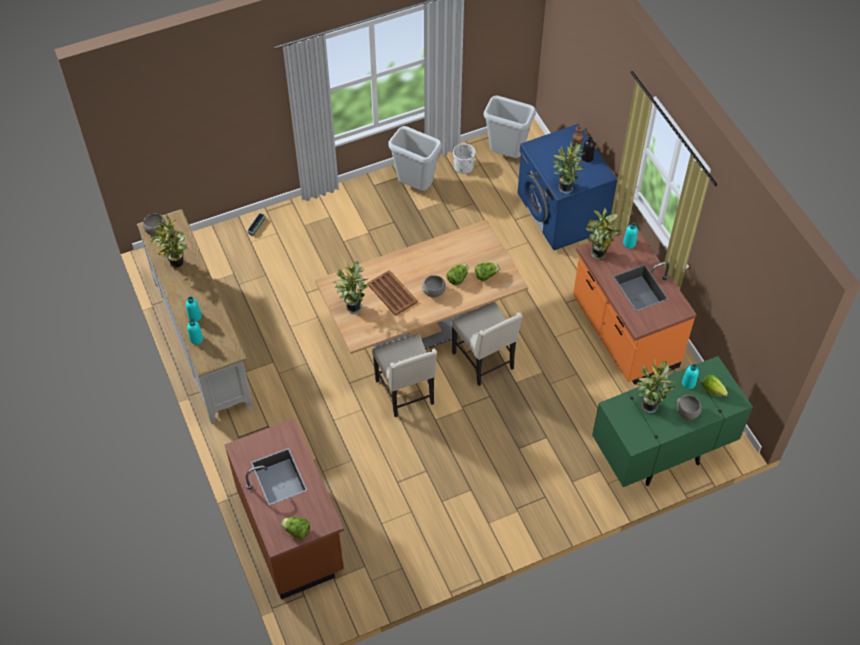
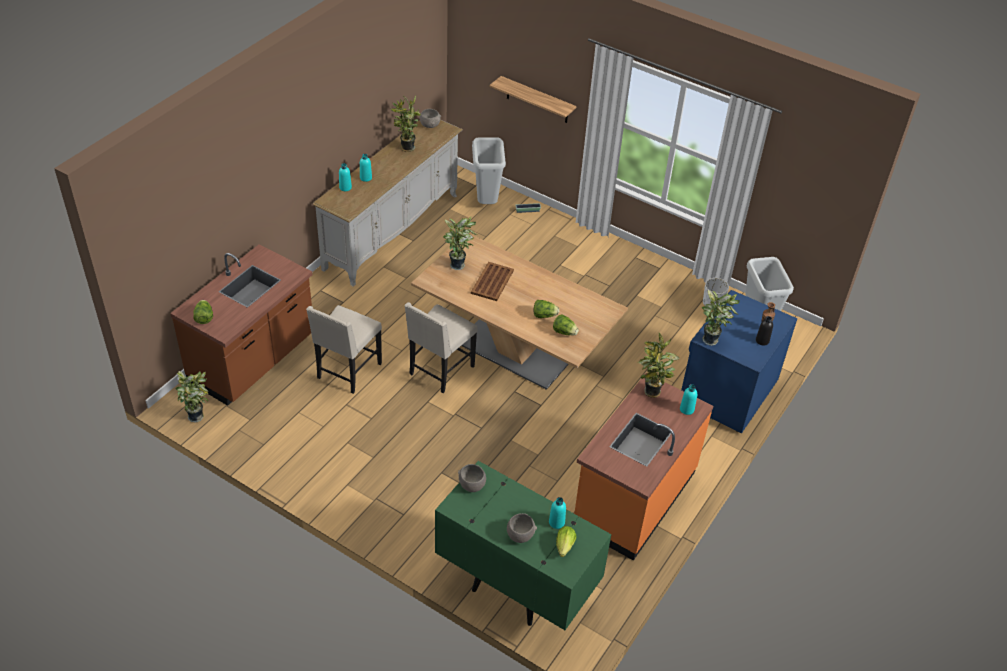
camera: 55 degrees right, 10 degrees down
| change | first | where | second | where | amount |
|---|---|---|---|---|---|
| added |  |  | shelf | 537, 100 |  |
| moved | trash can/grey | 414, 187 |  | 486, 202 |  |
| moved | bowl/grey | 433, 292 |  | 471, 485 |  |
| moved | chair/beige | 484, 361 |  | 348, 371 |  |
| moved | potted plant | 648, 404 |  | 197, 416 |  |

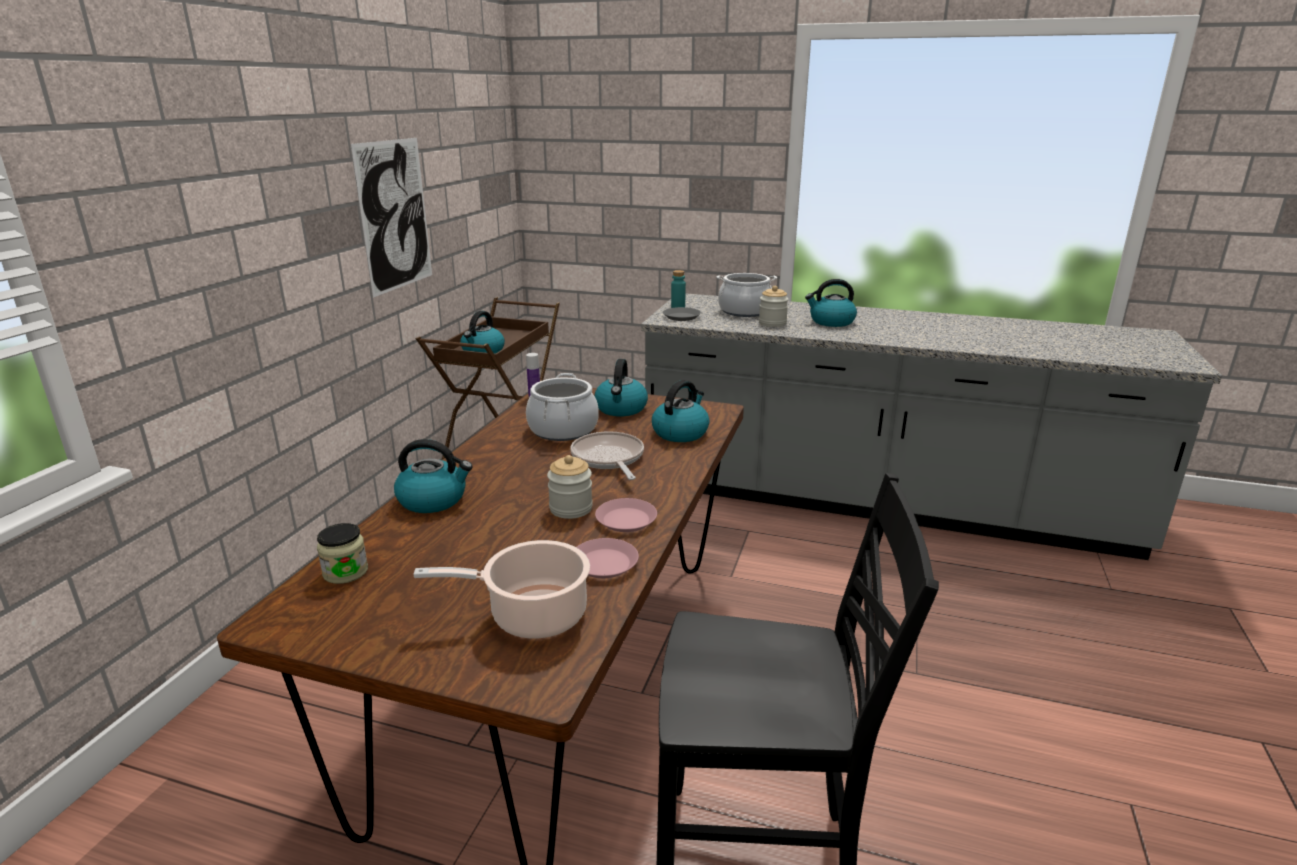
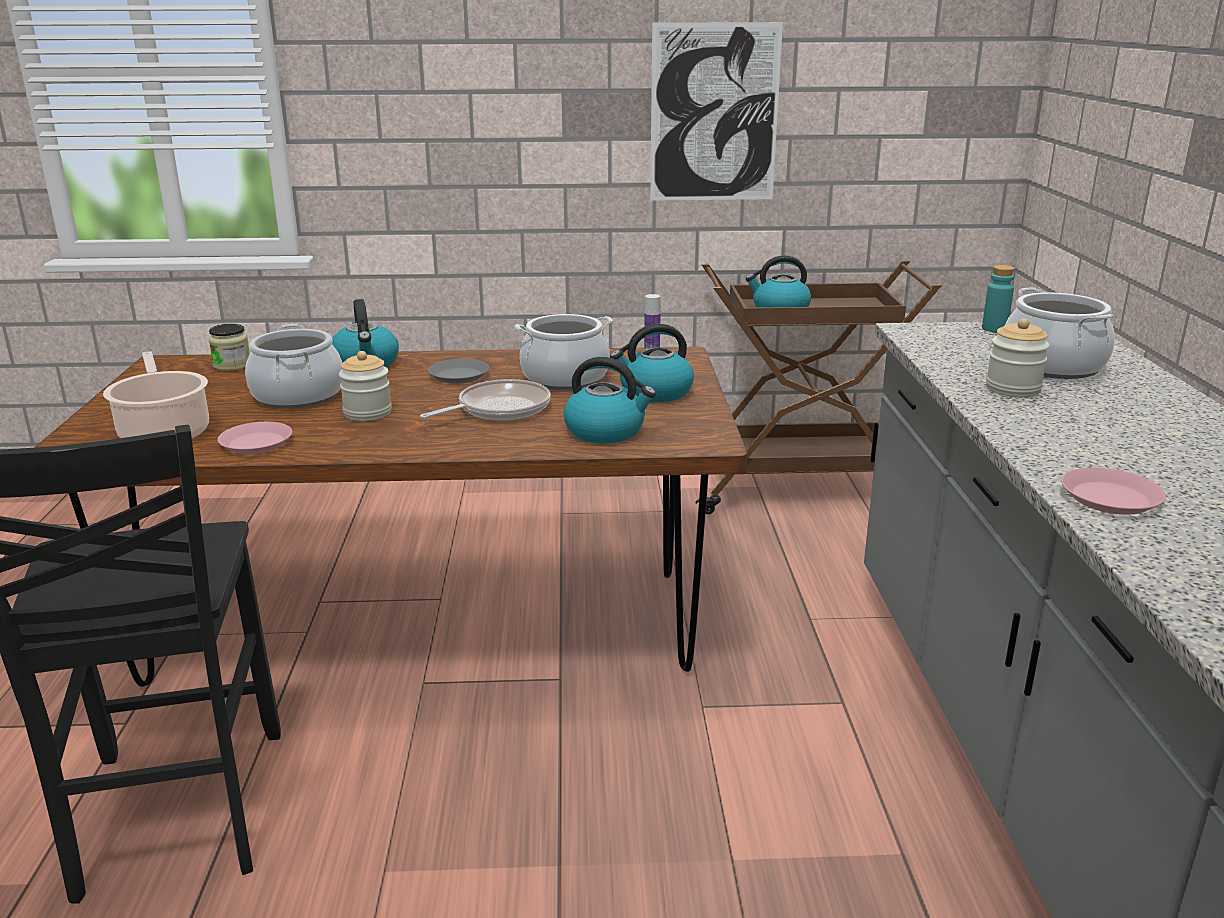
camera: 70 degrees right, 0 degrees up
| change | first | where | second | where | amount |
|---|---|---|---|---|---|
| removed | kettle | 831, 322 |  |  |  |
| added |  |  | cooking pot | 297, 396 |  |
| moved | plate/pink | 626, 520 |  | 1111, 498 |  |
| moved | plate/grey | 681, 317 |  | 459, 376 |  |

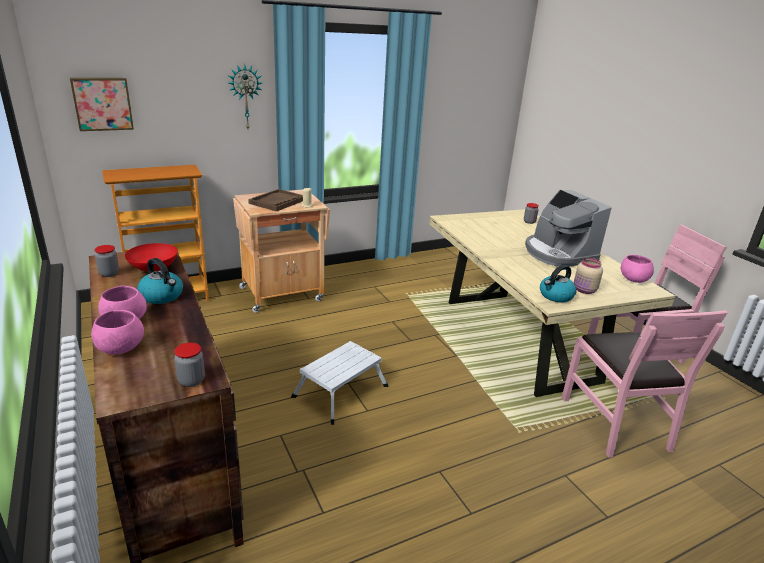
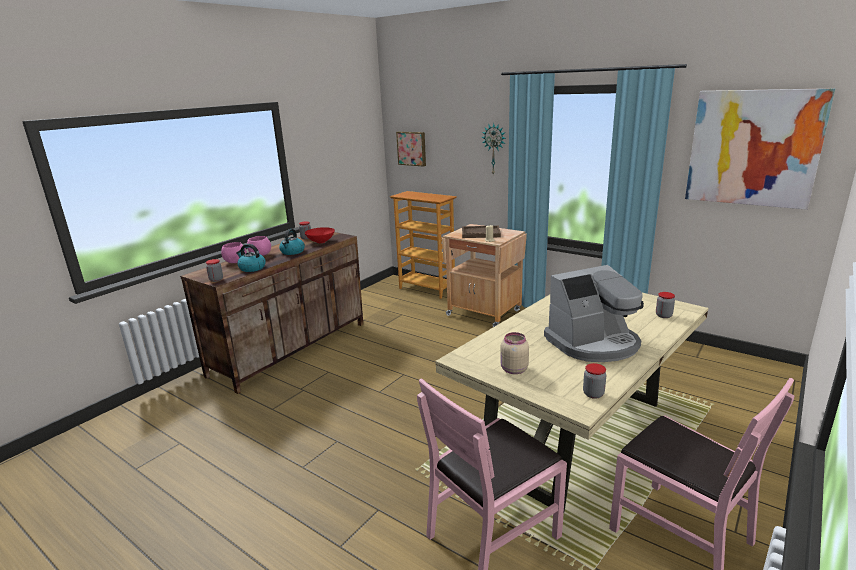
camera: 65 degrees right, 5 degrees down
| change | first | where | second | where | amount |
|---|---|---|---|---|---|
| removed | step ladder/white | 341, 391 |  |  |  |
| added |  |  | picture | 753, 148 |  |
| moved | kettle | 555, 296 |  | 252, 268 |  |
| replaced | bowl/pink | 633, 280 | jar | 593, 394 |  |
| turned | coffee machine | 558, 253 |  | 593, 343 | 150 degrees counterclockwise |

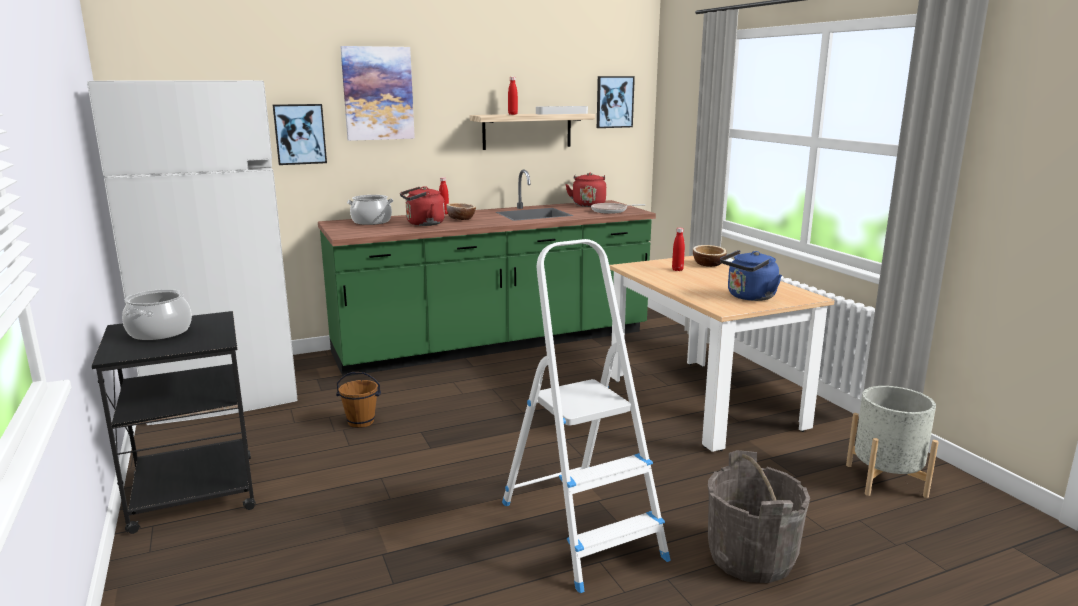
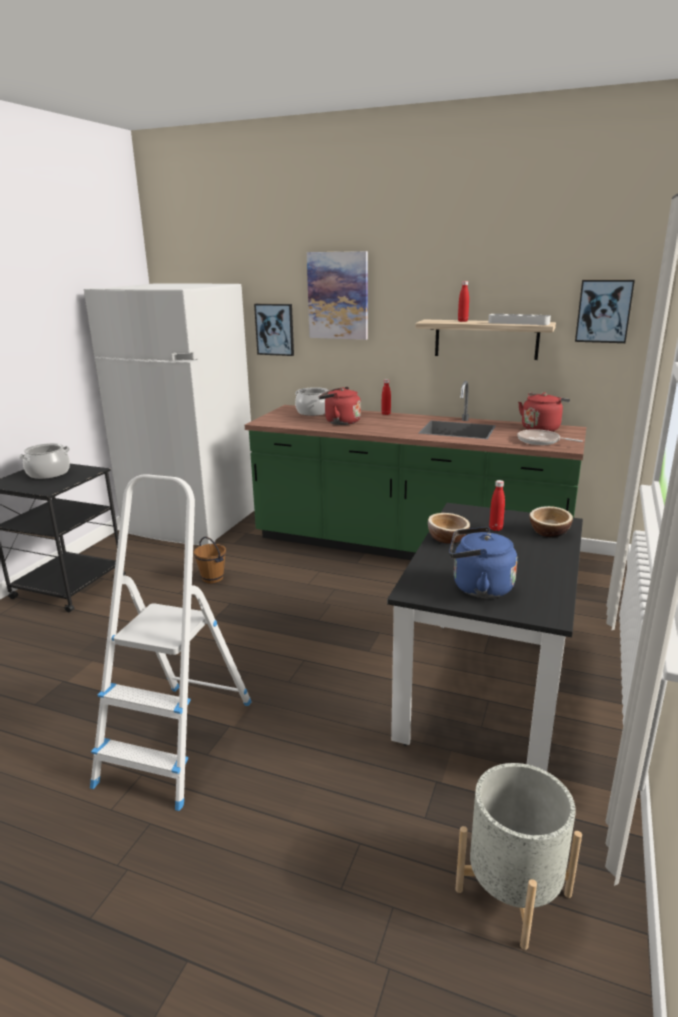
camera: 45 degrees right, 5 degrees up
| change | first | where | second | where | amount |
|---|---|---|---|---|---|
| removed | bucket/grey | 751, 557 |  |  |  |
| moved | bowl | 461, 218 |  | 447, 538 |  |
| recoloured | dining table/beige | 703, 401 | dining table/black | 485, 687 |  |

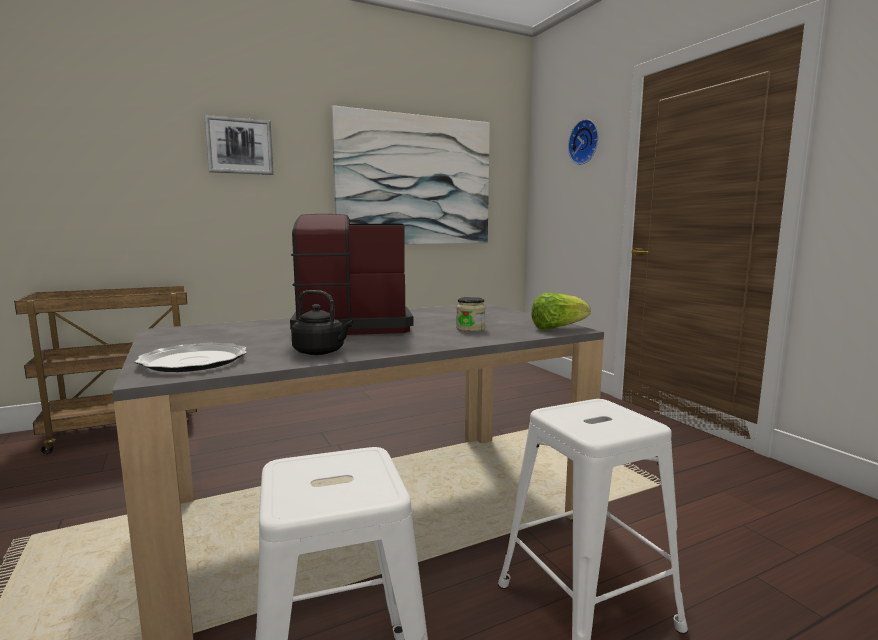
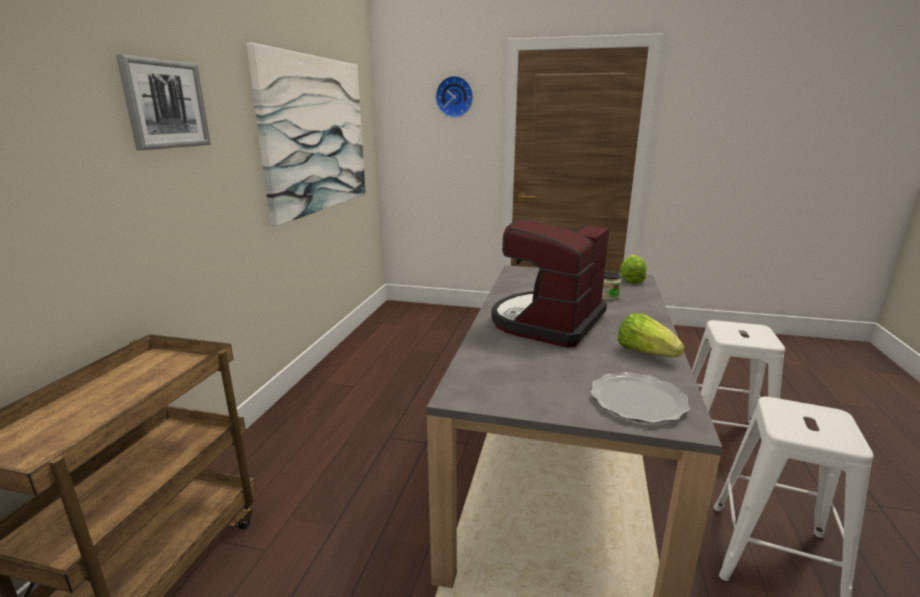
camera: 50 degrees left, 10 degrees up
| change | first | where | second | where | amount |
|---|---|---|---|---|---|
| replaced | kettle/black | 321, 352 | lettuce | 645, 353 |  |

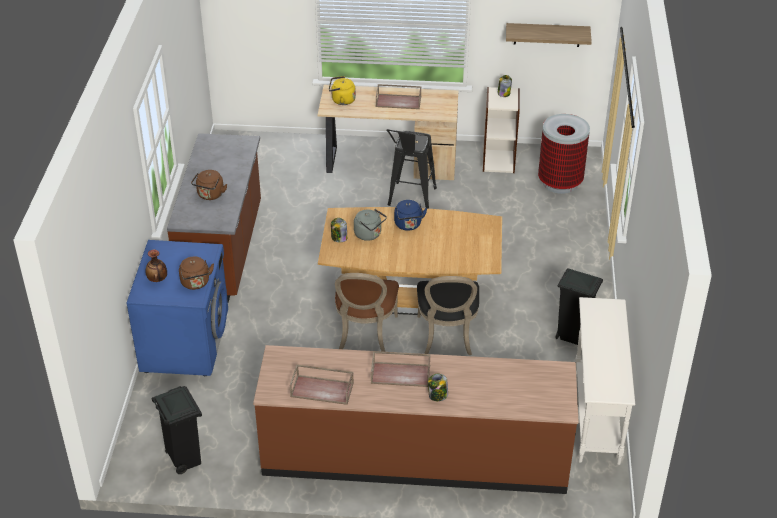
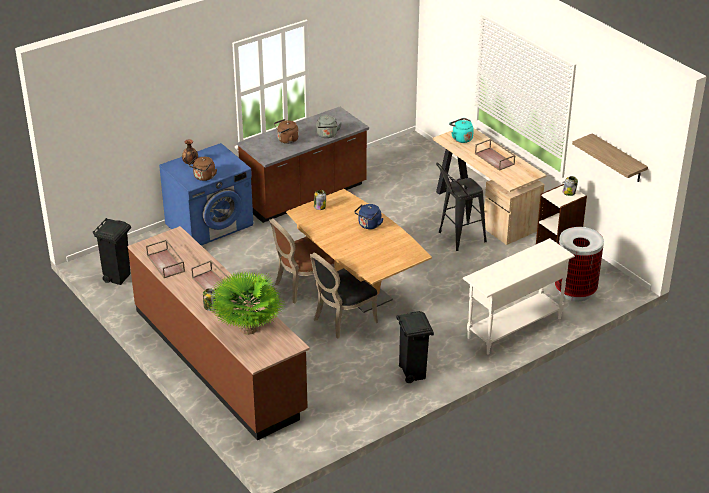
camera: 50 degrees right, 5 degrees down
| change | first | where | second | where | amount |
|---|---|---|---|---|---|
| added |  |  | potted plant | 248, 328 |  |
| moved | kettle/grey | 369, 234 |  | 327, 135 |  |
| moved | console table/white | 596, 417 |  | 514, 328 |  |
| recoloured | kettle/yellow | 341, 100 | kettle/turquoise | 461, 138 |  |

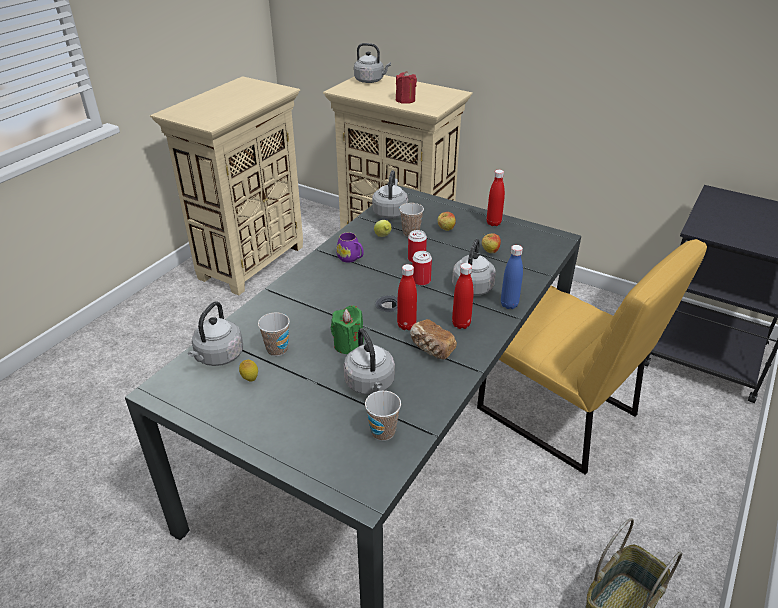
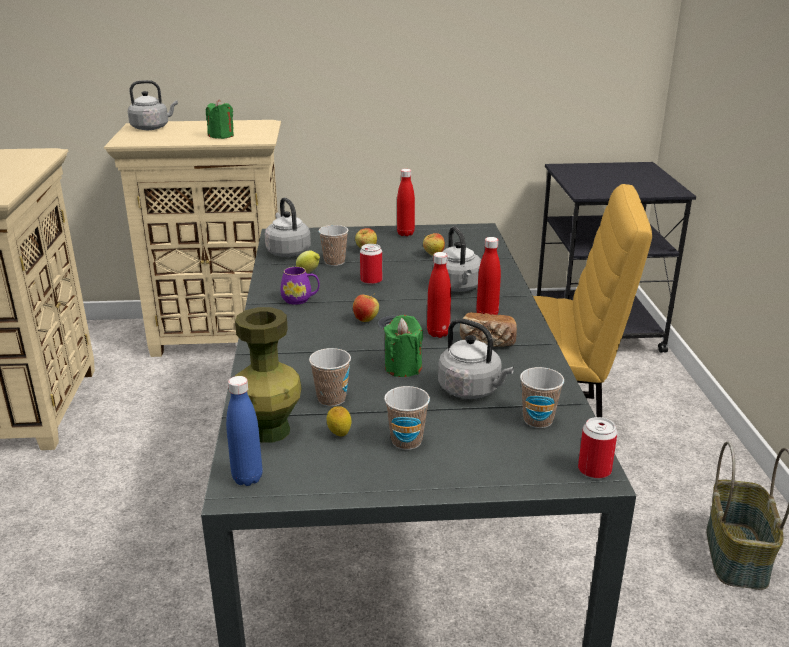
camera: 35 degrees left, 10 degrees down
| change | first | where | second | where | amount |
|---|---|---|---|---|---|
| added |  |  | apple | 366, 320 |  |
| added |  |  | cup | 406, 441 |  |
| moved | can | 421, 281 |  | 594, 470 |  |
| moved | bottle/blue | 509, 304 |  | 247, 478 |  |
| replaced | kettle/grey | 218, 357 | vase/green | 270, 431 |  |
| recoloured | candle/red | 405, 100 | candle/green | 221, 136 |  |

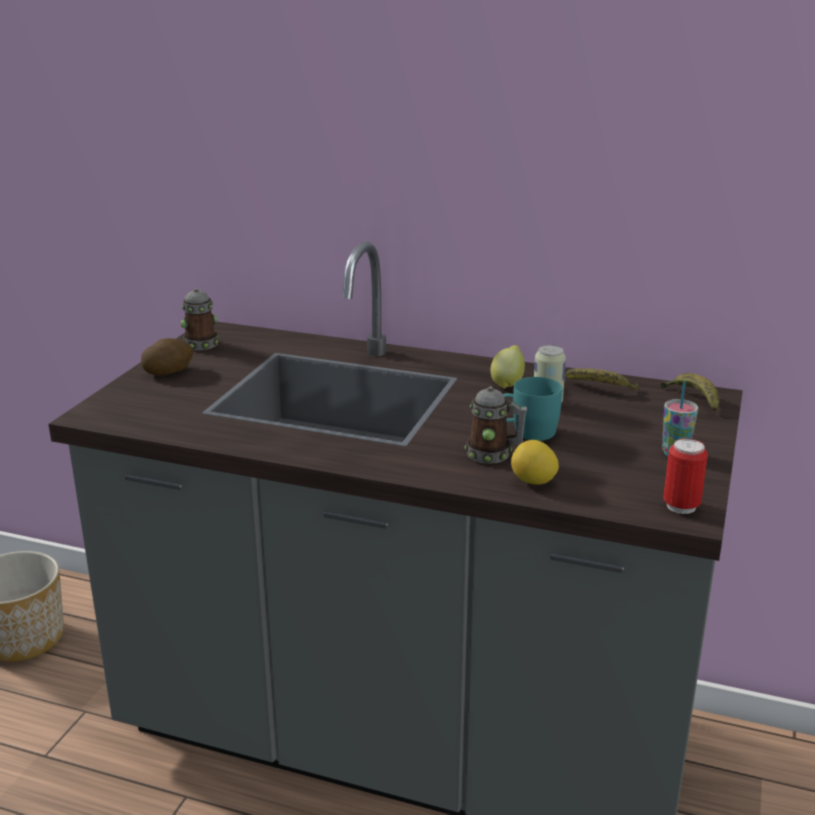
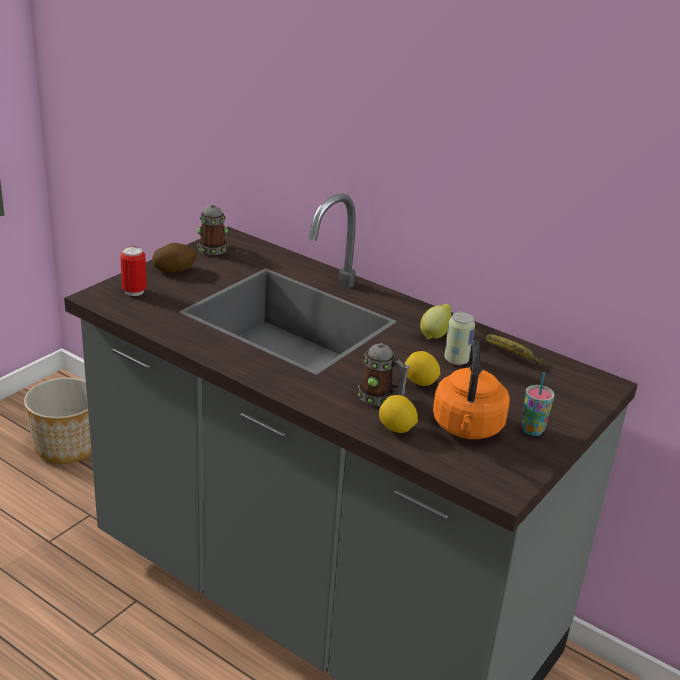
camera: 15 degrees right, 5 degrees up
| change | first | where | second | where | amount |
|---|---|---|---|---|---|
| removed | banana | 692, 399 |  |  |  |
| added |  |  | kettle/orange | 467, 428 |  |
| moved | can | 681, 506 |  | 134, 291 |  |
| replaced | mug/turquoise | 525, 432 | lemon | 420, 383 |  |

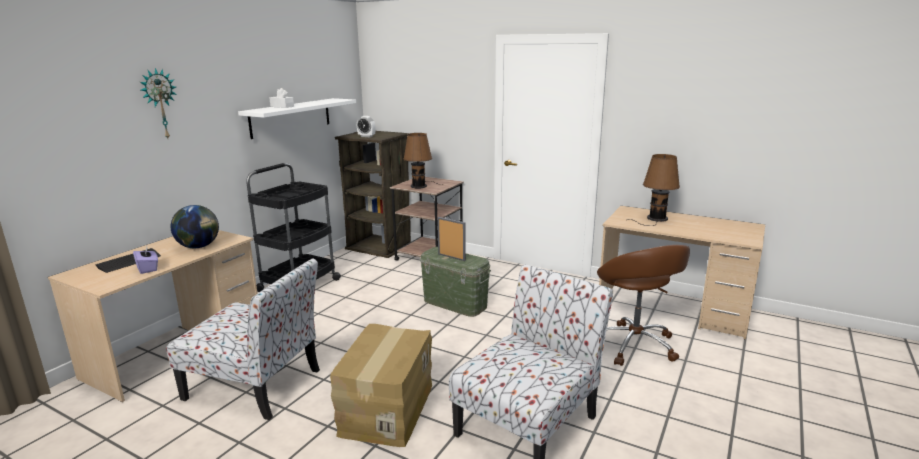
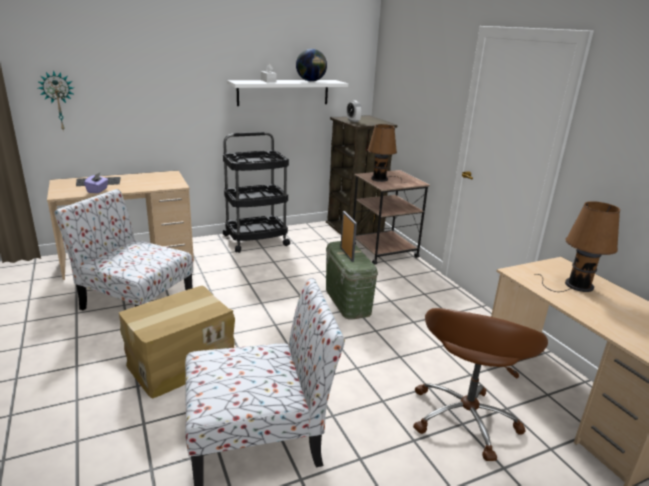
camera: 35 degrees right, 5 degrees up
| change | first | where | second | where | amount |
|---|---|---|---|---|---|
| moved | wall clock | 159, 104 |  | 58, 101 |  |
| moved | globe | 199, 247 |  | 311, 81 |  |
| turned | chair | 256, 385 |  | 135, 303 | 150 degrees clockwise |

